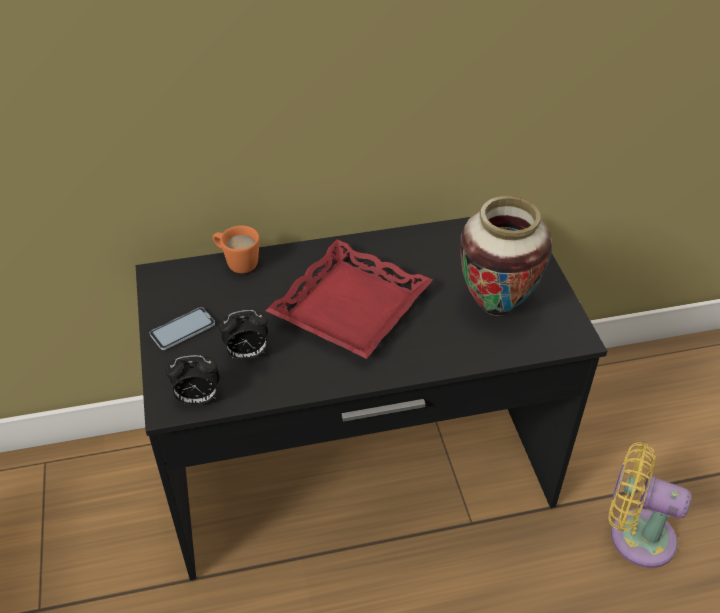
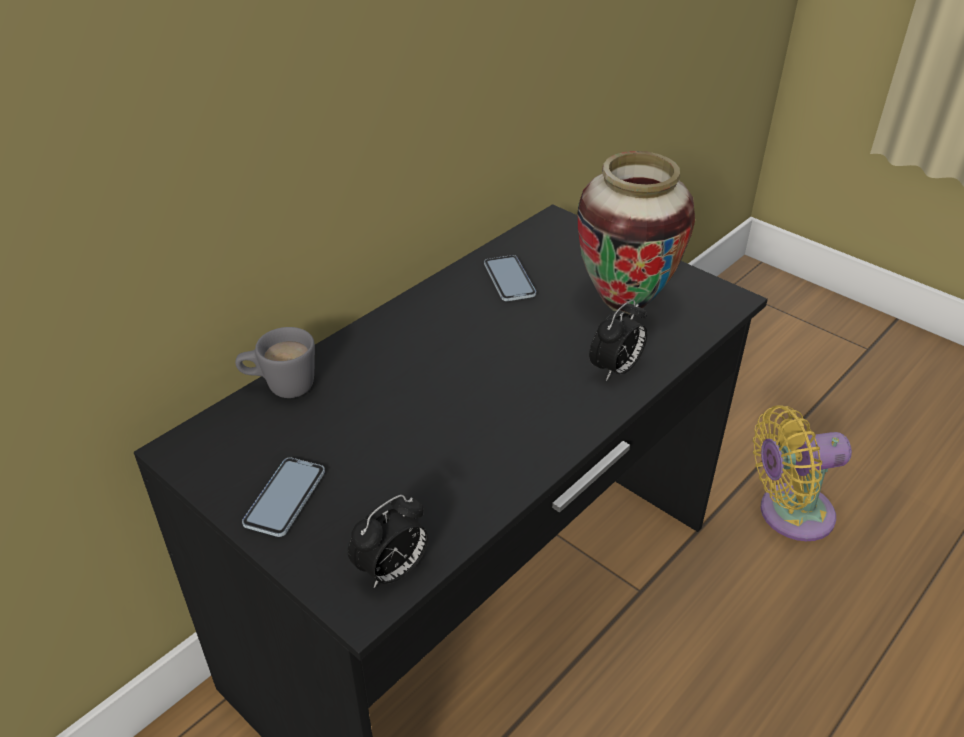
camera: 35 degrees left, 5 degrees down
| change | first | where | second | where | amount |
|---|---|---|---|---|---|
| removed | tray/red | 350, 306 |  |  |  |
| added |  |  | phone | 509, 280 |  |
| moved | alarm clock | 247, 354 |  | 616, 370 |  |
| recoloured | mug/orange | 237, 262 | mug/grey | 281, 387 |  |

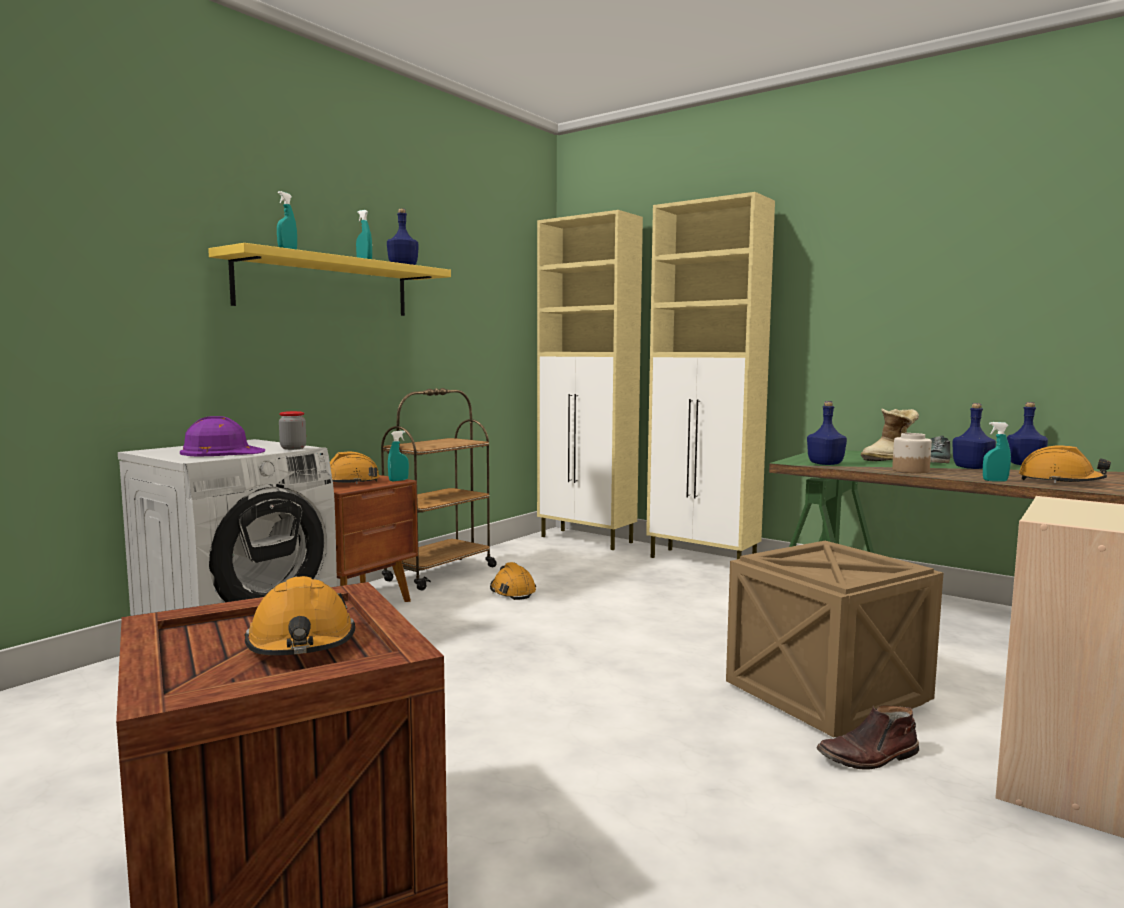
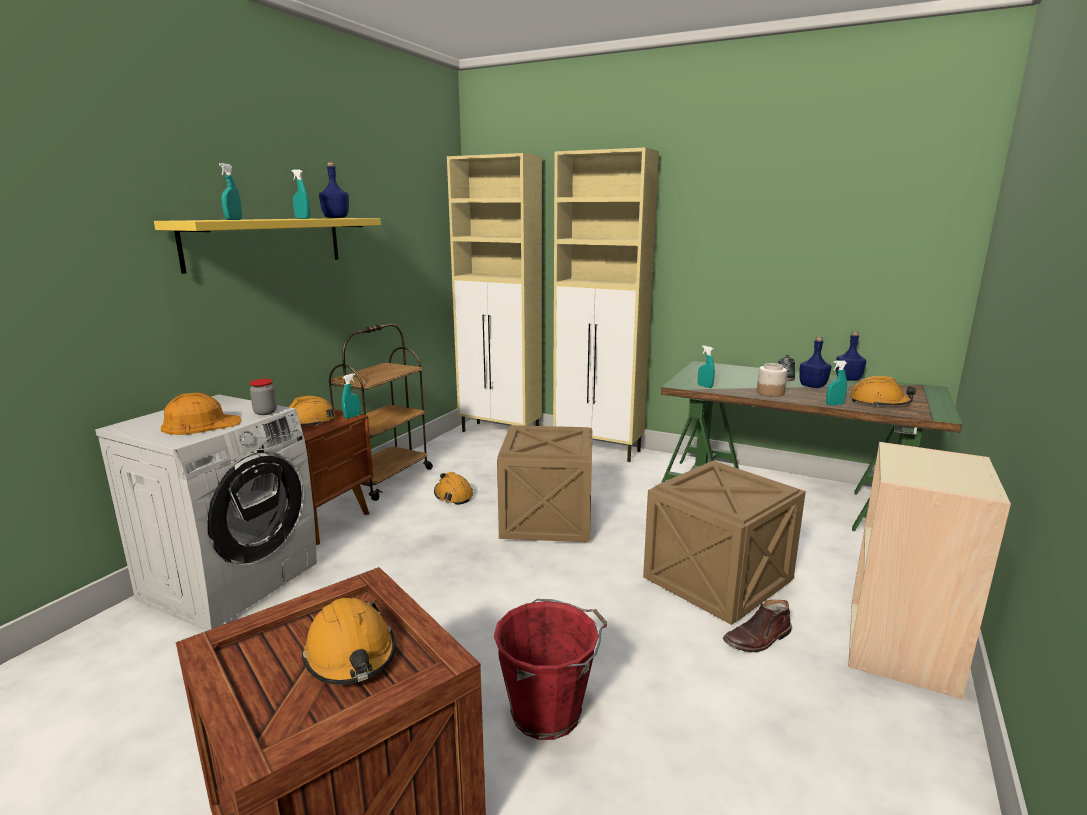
camera: 10 degrees left, 10 degrees up
| change | first | where | second | where | amount |
|---|---|---|---|---|---|
| removed | boot | 889, 459 |  |  |  |
| added |  |  | bucket/red | 549, 712 |  |
| added |  |  | crate | 547, 519 |  |
| replaced | bottle/blue | 825, 464 | spray bottle/turquoise | 705, 386 |  |
| recoloured | hard hat/purple | 222, 452 | hard hat/orange | 201, 424 |  |

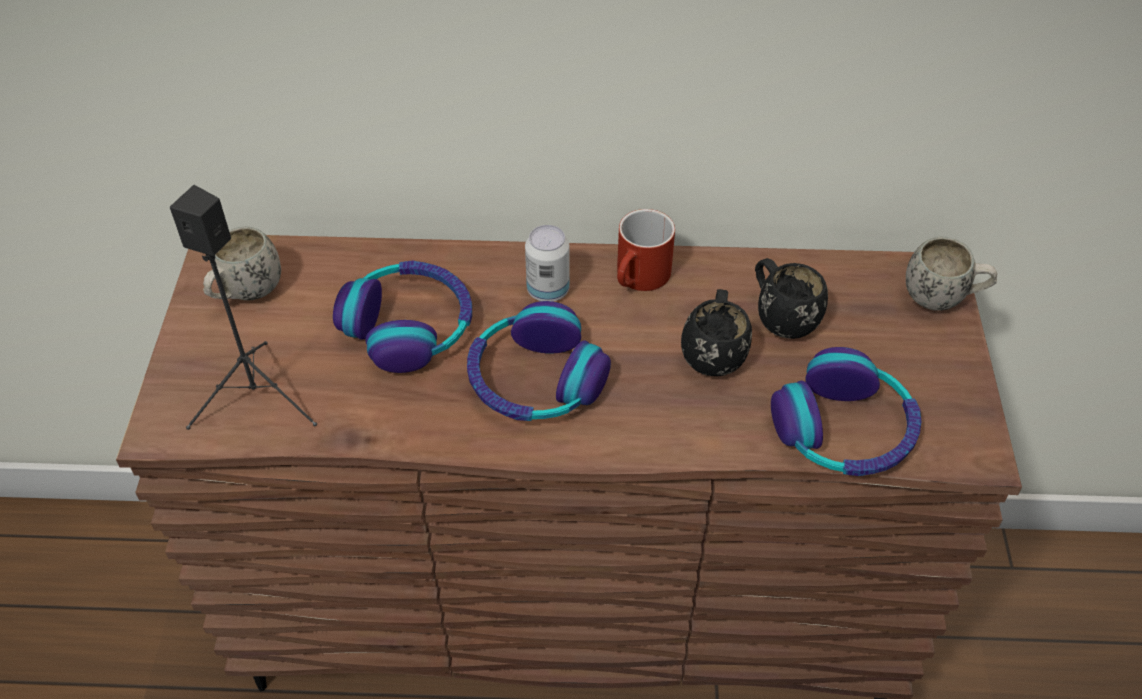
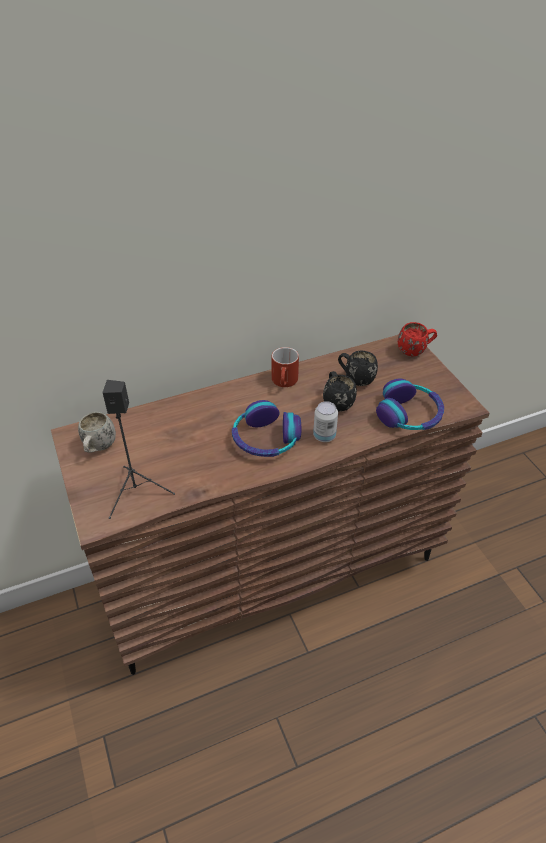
camera: 25 degrees left, 5 degrees down
| change | first | where | second | where | amount |
|---|---|---|---|---|---|
| removed | headphones | 409, 326 |  |  |  |
| moved | can | 548, 290 |  | 324, 436 |  |
| recoloured | mug/white | 943, 298 | mug/red | 415, 351 |  |

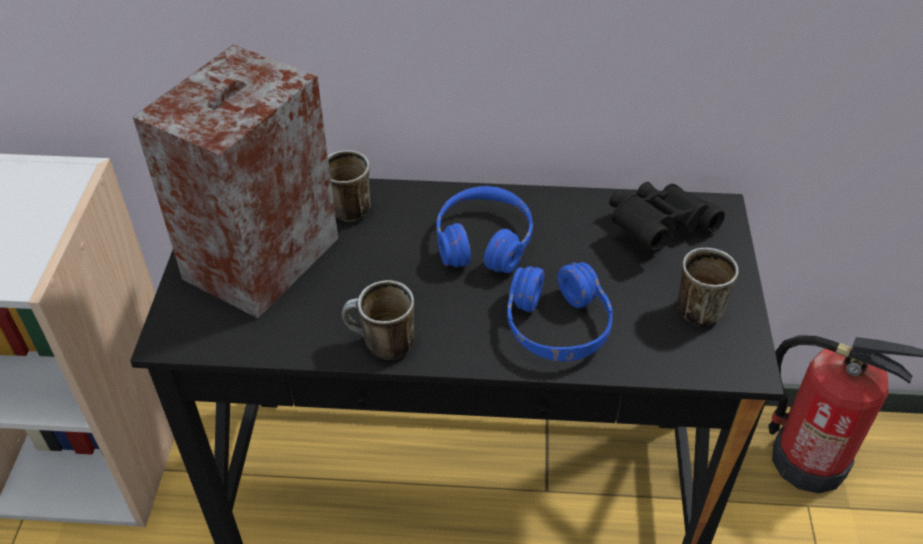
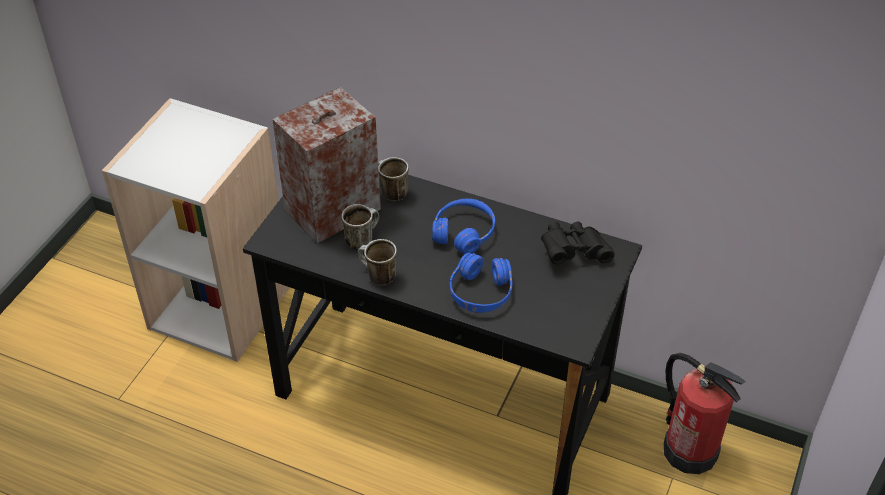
camera: 20 degrees right, 0 degrees up
| change | first | where | second | where | amount |
|---|---|---|---|---|---|
| moved | mug | 699, 305 |  | 362, 239 |  |

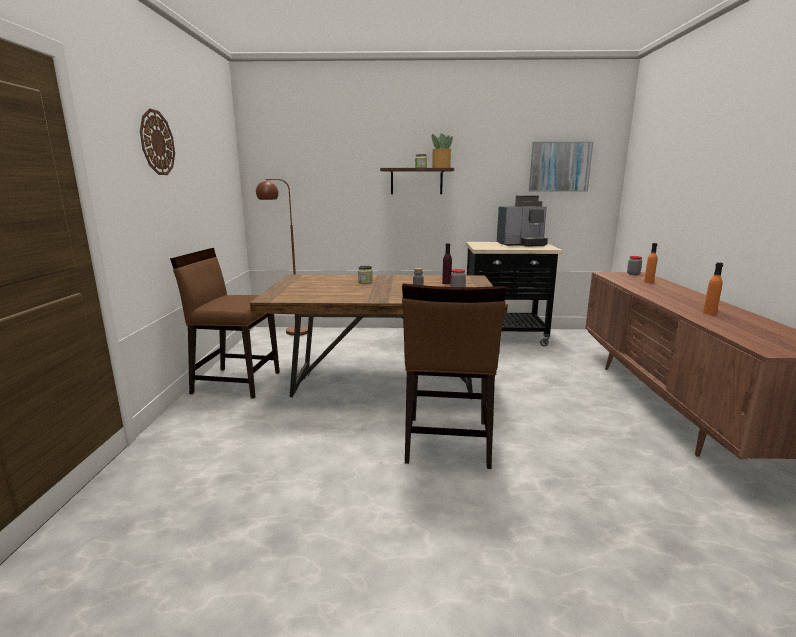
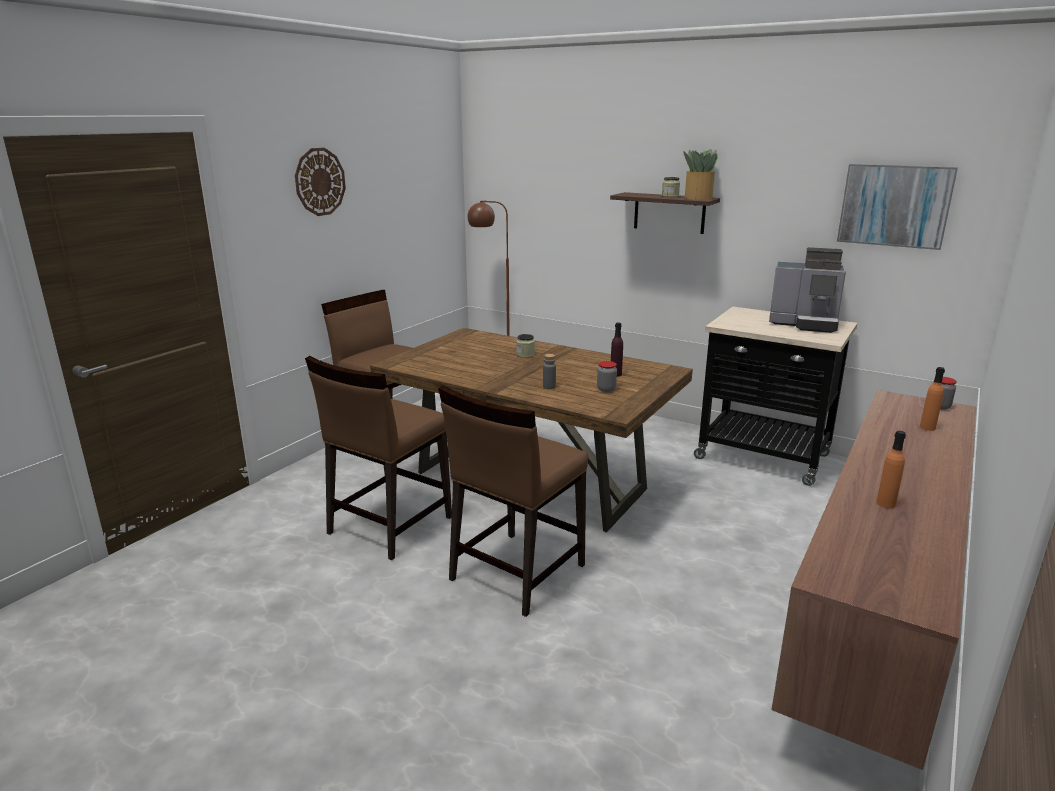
camera: 30 degrees right, 5 degrees up
| change | first | where | second | where | amount |
|---|---|---|---|---|---|
| added |  |  | chair/brown | 388, 525 |  |

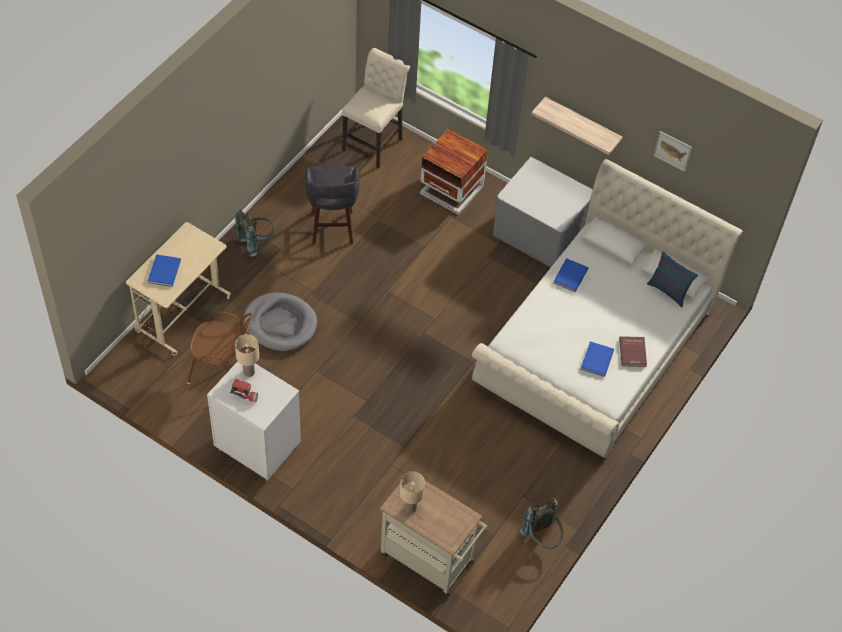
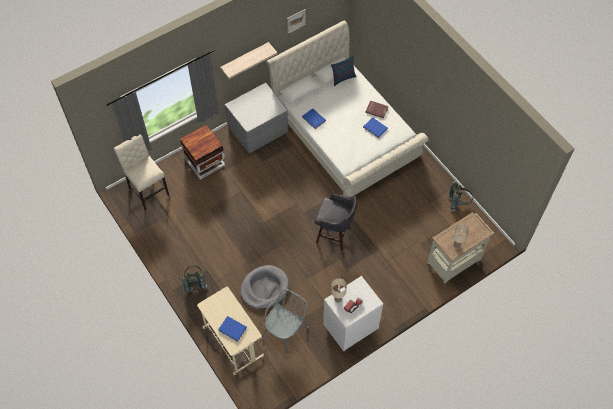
camera: 65 degrees left, 5 degrees up
| change | first | where | second | where | amount |
|---|---|---|---|---|---|
| moved | stool/grey | 332, 229 |  | 334, 236 |  |
| recoloured | chair/brown | 224, 369 | chair/grey | 285, 330 |  |

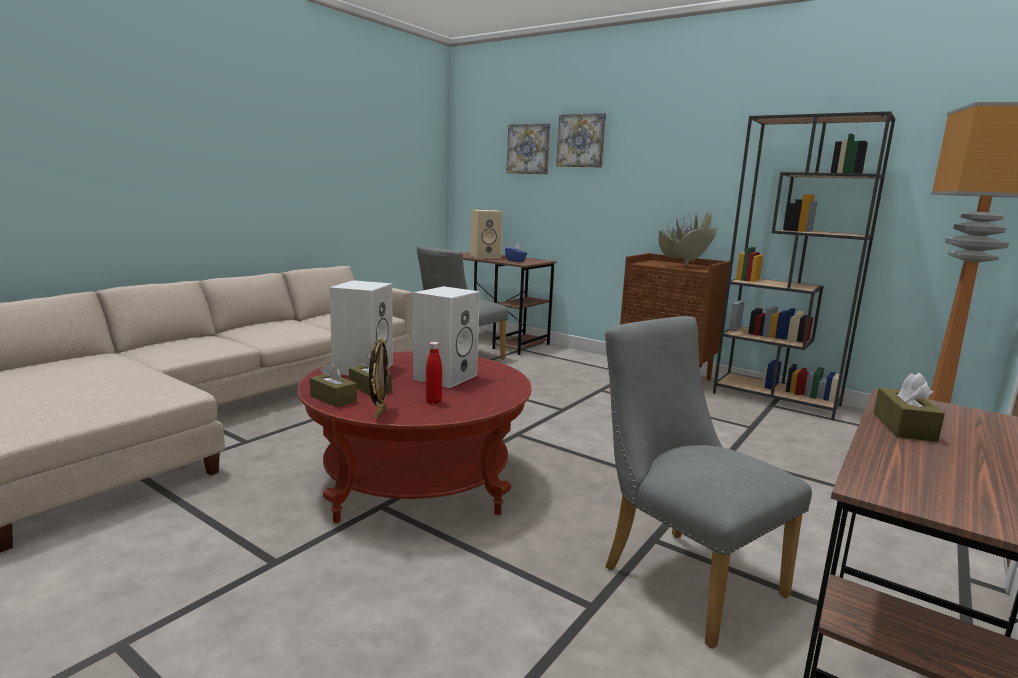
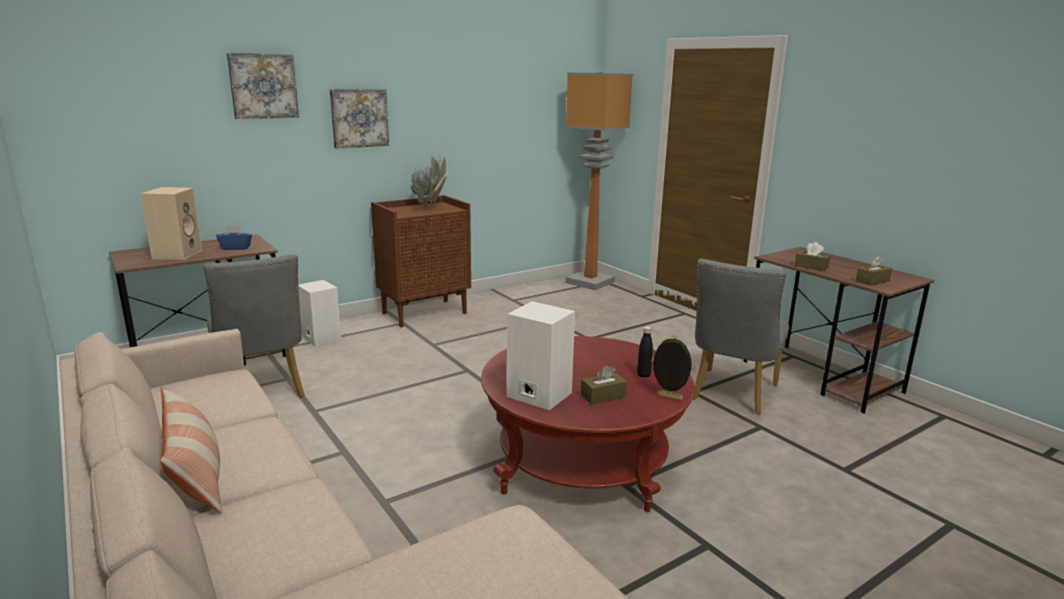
camera: 70 degrees left, 5 degrees up
| change | first | where | second | where | amount |
|---|---|---|---|---|---|
| removed | bookcase | 776, 399 |  |  |  |
| added |  |  | pillow | 196, 474 |  |
| moved | tissue box/brown | 333, 399 |  | 872, 281 |  |
| moved | speaker/white | 445, 377 |  | 320, 338 |  |
| moved | picture | 529, 149 |  | 359, 118 |  |
| recoloured | bottle/red | 433, 401 | bottle/black | 643, 375 |  |
| turned | chair/grey | 681, 576 |  | 731, 394 | 45 degrees counterclockwise |

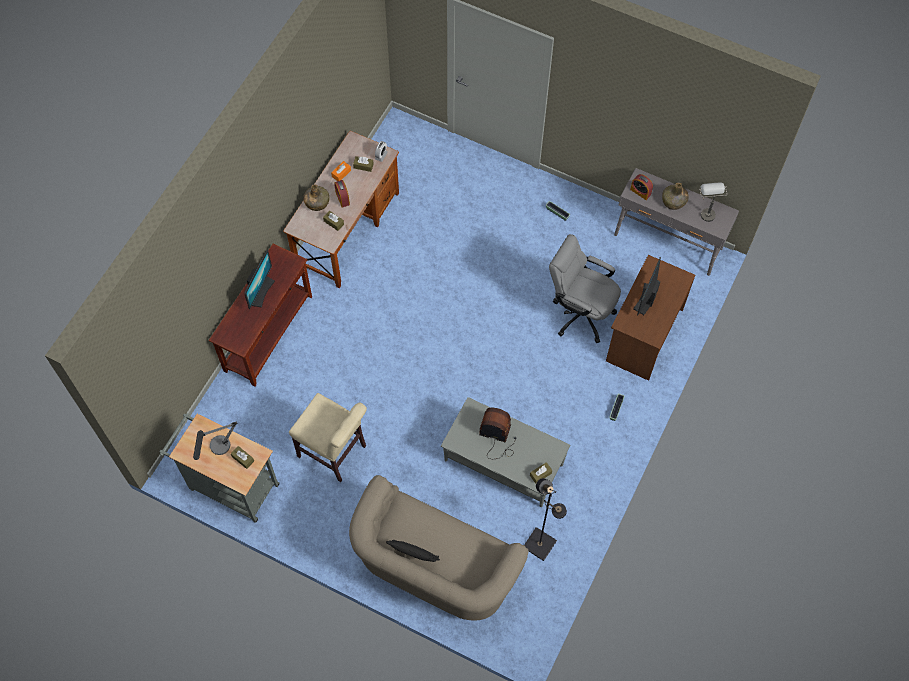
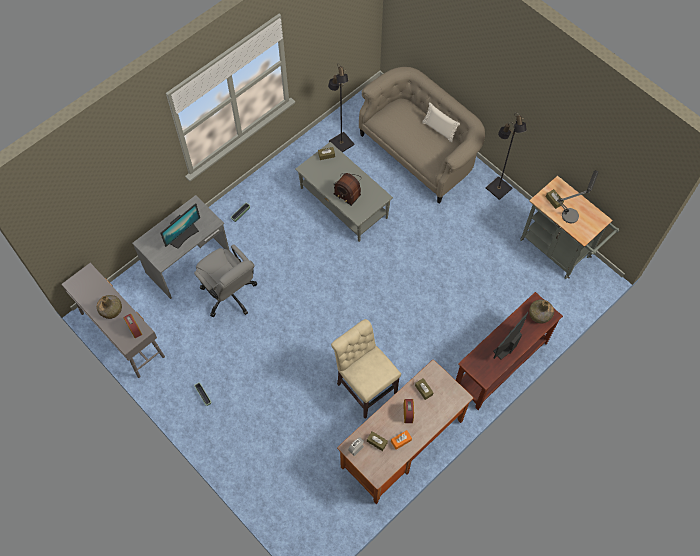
camera: 160 degrees left, 0 degrees up
| change | first | where | second | where | amount |
|---|---|---|---|---|---|
| removed | table lamp/grey | 706, 211 |  |  |  |
| added |  |  | floor lamp/black | 498, 188 |  |
| moved | chair/beige | 335, 453 |  | 364, 386 |  |
| moved | bottle/green | 317, 203 |  | 540, 315 |  |
| recoloured | pillow/black | 413, 555 | pillow/white | 439, 129 |  |
| recoloured | desk/brown | 643, 335 | desk/grey | 188, 262 |  |

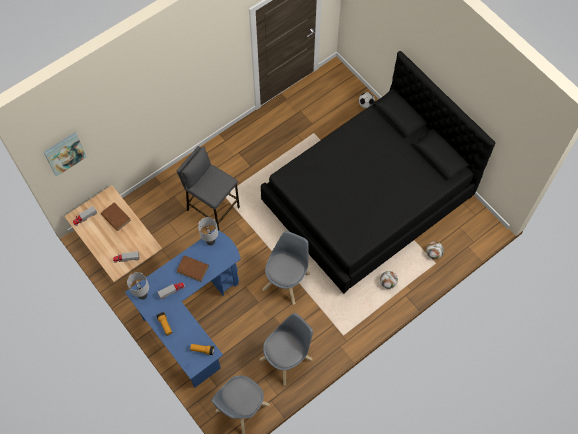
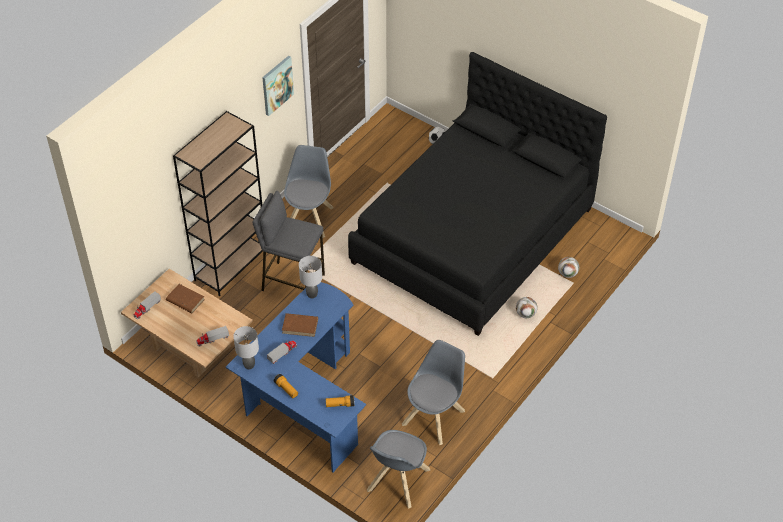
camera: 15 degrees left, 15 degrees down
| change | first | where | second | where | amount |
|---|---|---|---|---|---|
| added |  |  | bookcase/beige | 231, 265 |  |
| moved | picture | 64, 153 |  | 277, 85 |  |
| moved | chair/grey | 287, 280 |  | 309, 218 |  |

